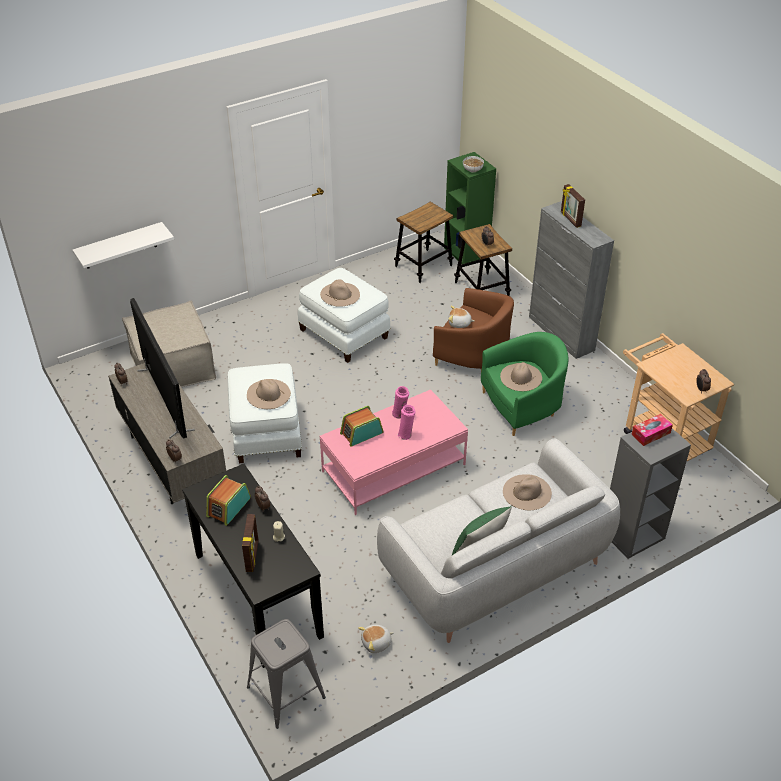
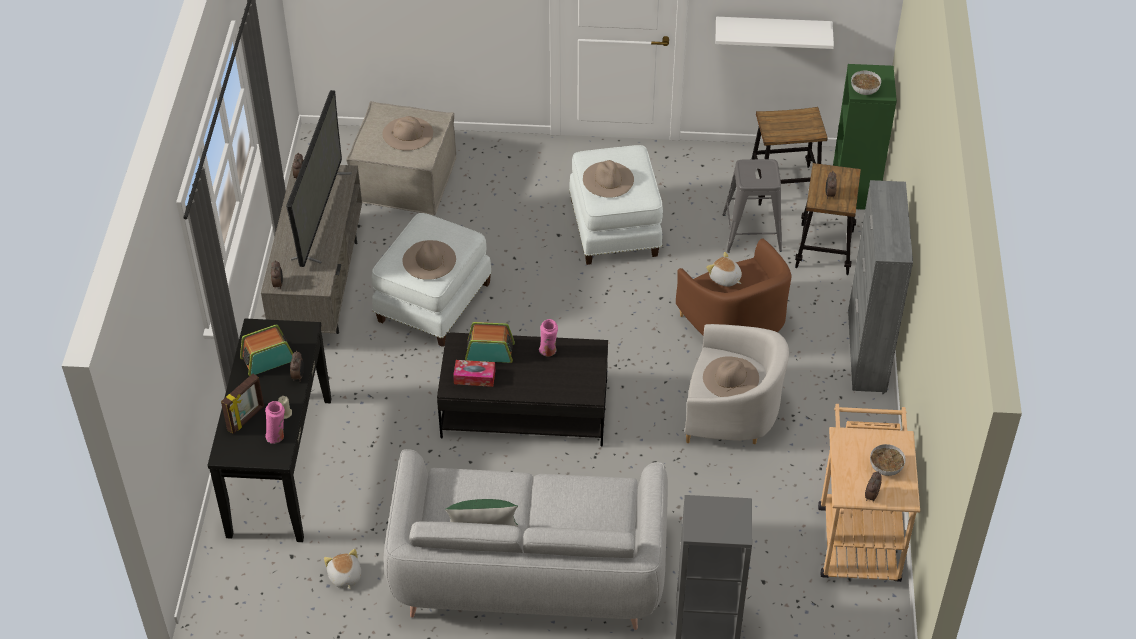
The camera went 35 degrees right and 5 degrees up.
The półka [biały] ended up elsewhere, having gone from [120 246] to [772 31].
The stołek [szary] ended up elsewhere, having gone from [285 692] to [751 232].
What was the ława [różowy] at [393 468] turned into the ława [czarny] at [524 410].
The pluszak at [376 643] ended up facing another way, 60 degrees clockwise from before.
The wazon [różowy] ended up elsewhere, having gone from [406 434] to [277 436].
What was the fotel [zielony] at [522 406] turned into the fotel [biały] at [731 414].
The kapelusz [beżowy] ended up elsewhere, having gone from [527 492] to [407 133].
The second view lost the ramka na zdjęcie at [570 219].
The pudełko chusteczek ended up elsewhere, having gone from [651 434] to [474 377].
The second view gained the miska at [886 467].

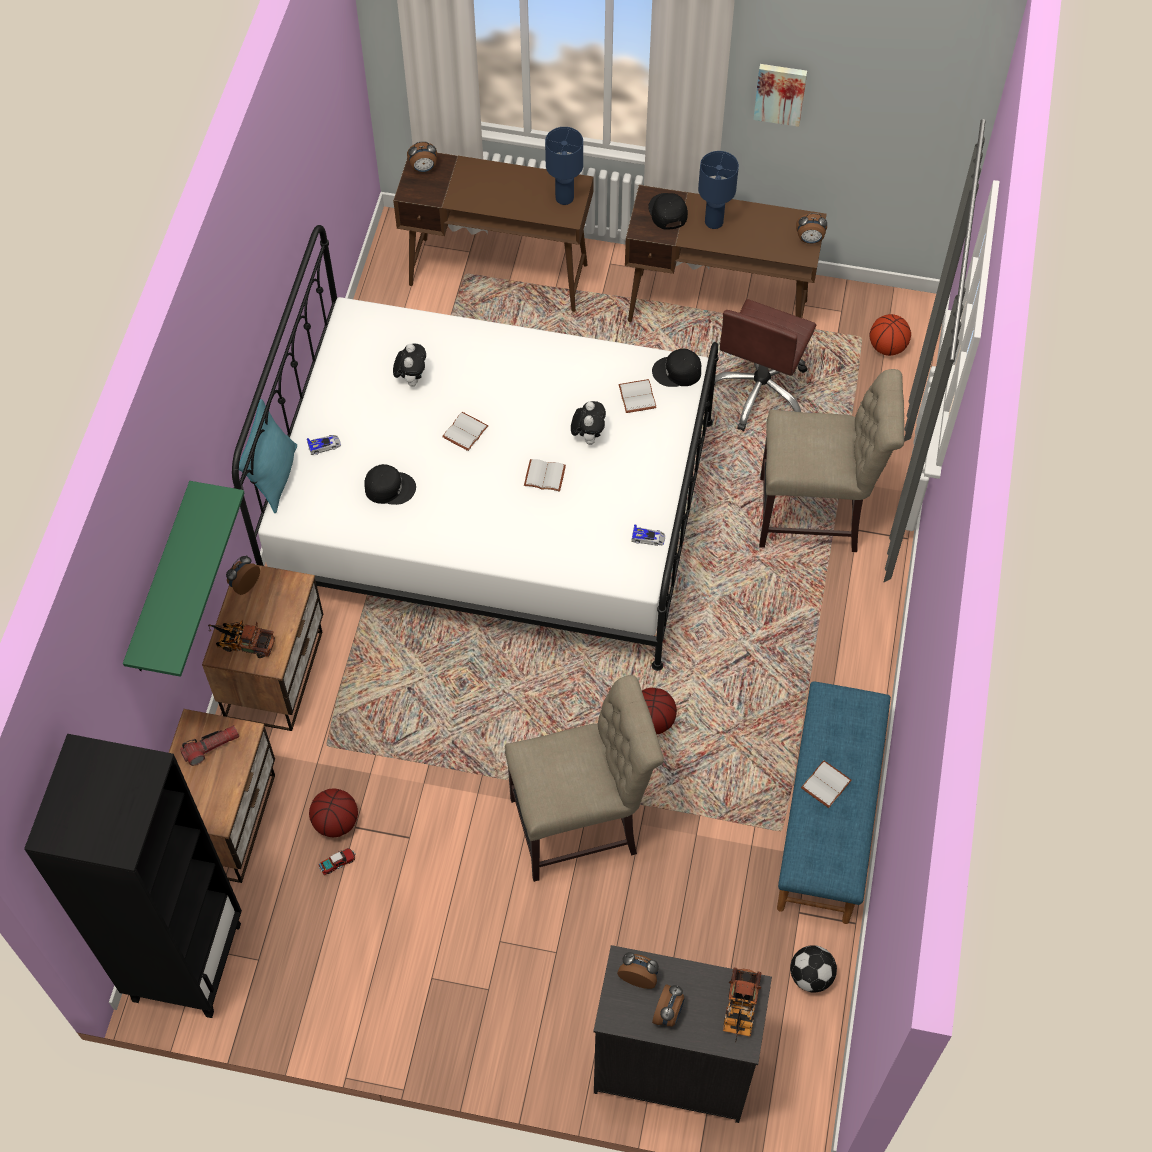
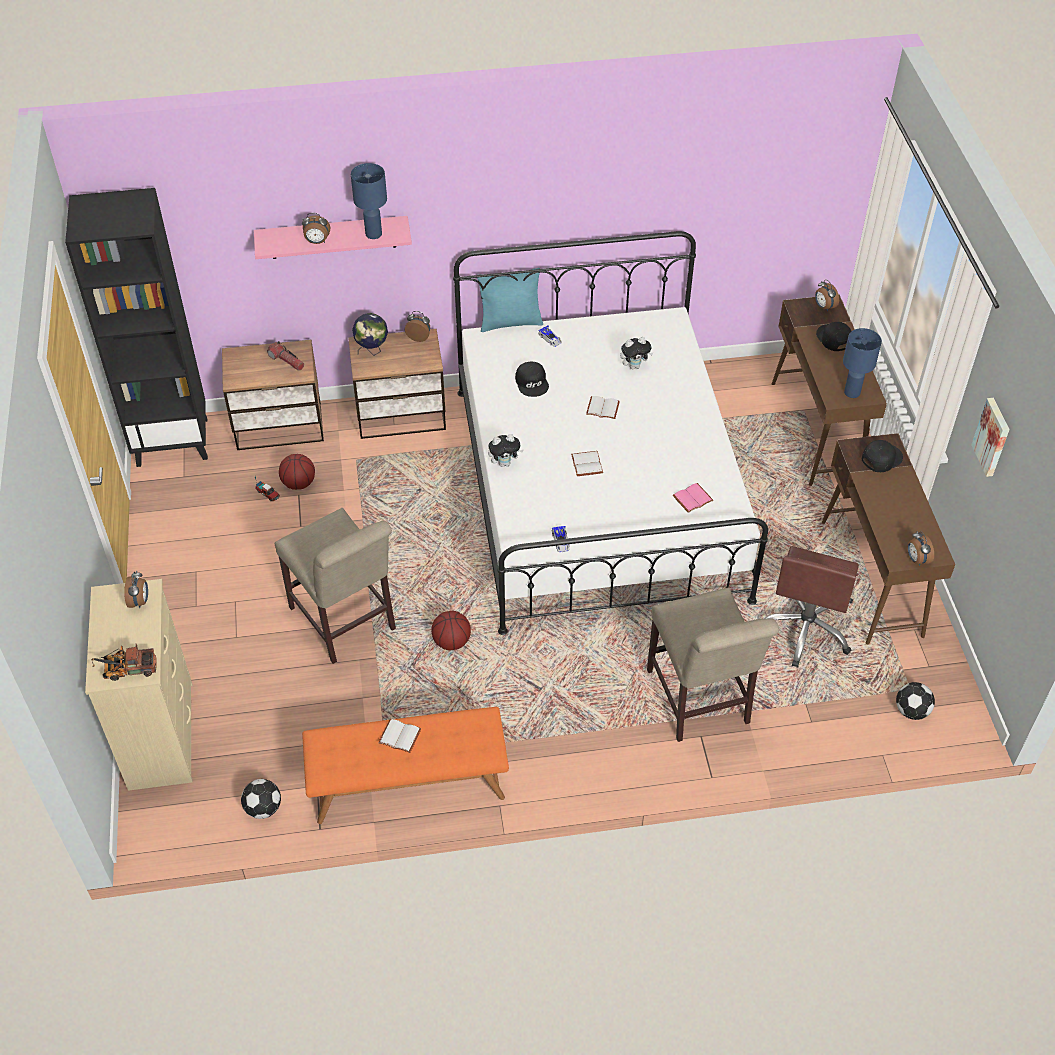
The camera went 70 degrees right and 10 degrees down.
What was the półka [zielony] at [161 582] turned into the półka [różowy] at [332 237].
Where the ciężarówka zabawkowa stood at [242 643], the globus came to stand at [372 351].
The pluszak ended up elsewhere, having gone from [588 436] to [504 463].
What was the komoda [czarny] at [671 1068] turned into the komoda [beżowy] at [162 734].
What was the książka [biały] at [636 396] turned into the książka [różowy] at [692 498].
The czapka z daszkiem [czarny] ended up elsewhere, having gone from [677 372] to [833 338].
The budzik ended up elsewhere, having gone from [668 1013] to [317 242].
The lampa stołowa [niebieski] ended up elsewhere, having gone from [713 221] to [374 233].
The krzesło biurowe [brązowy] at [760 391] ended up facing another way, 75 degrees counterclockwise from before.
What was the ławka [niebieski] at [828 819] turned into the ławka [pomarańczowy] at [408 785].
Where the piłka do koszykówki stood at [887 347], the piłka futbolowa came to stand at [911 711].

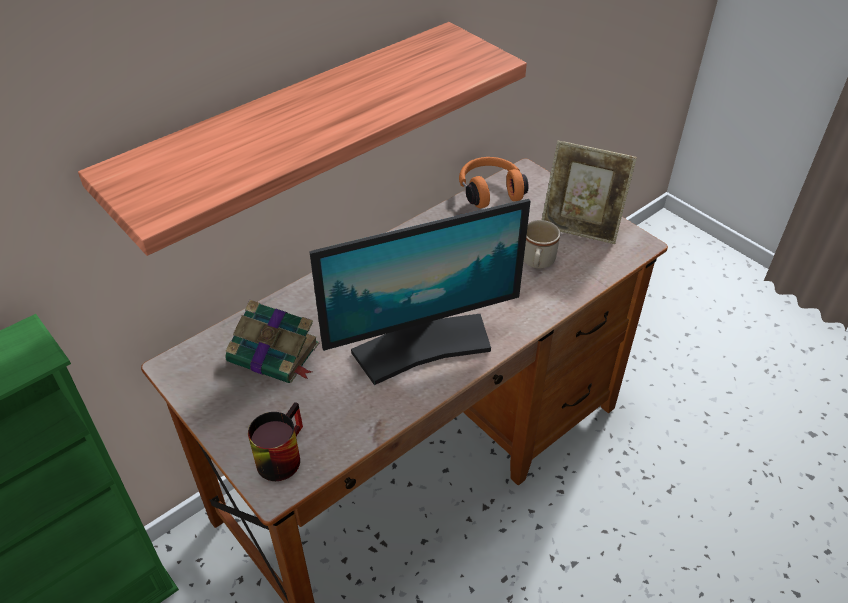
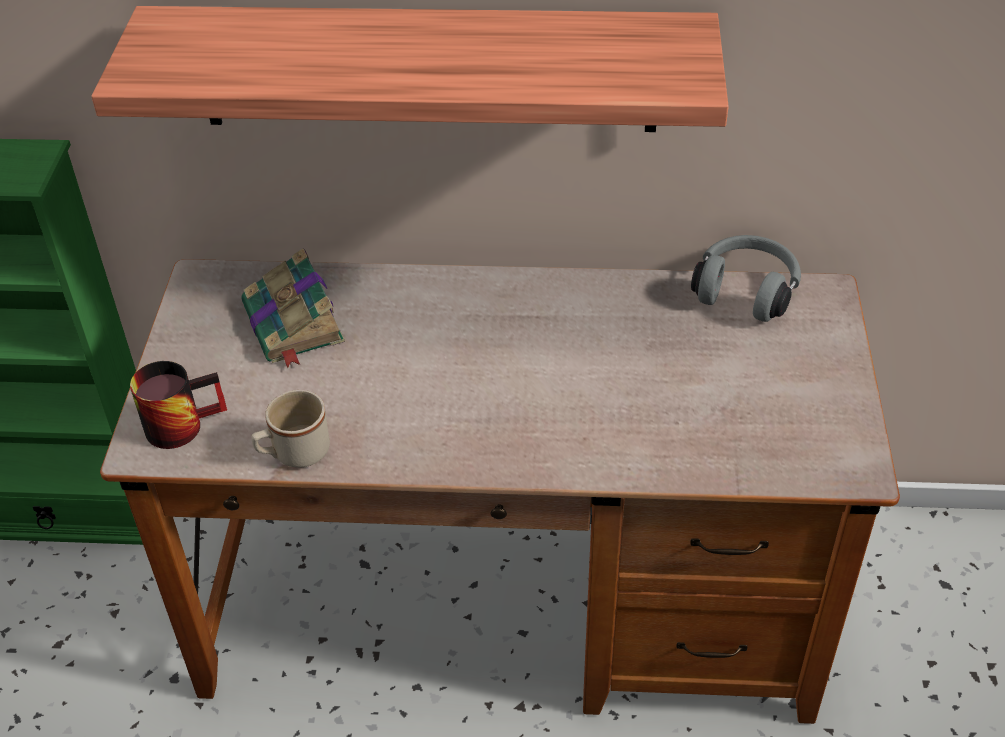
The camera went 45 degrees right and 0 degrees up.
The second view lost the monitor at [422 345].
What was the słuchawki [pomarańczowy] at [490 191] turned into the słuchawki [szary] at [746 290].
The kubek [beżowy] ended up elsewhere, having gone from [537 262] to [293 453].
The second view lost the ramka na zdjęcie at [580 227].

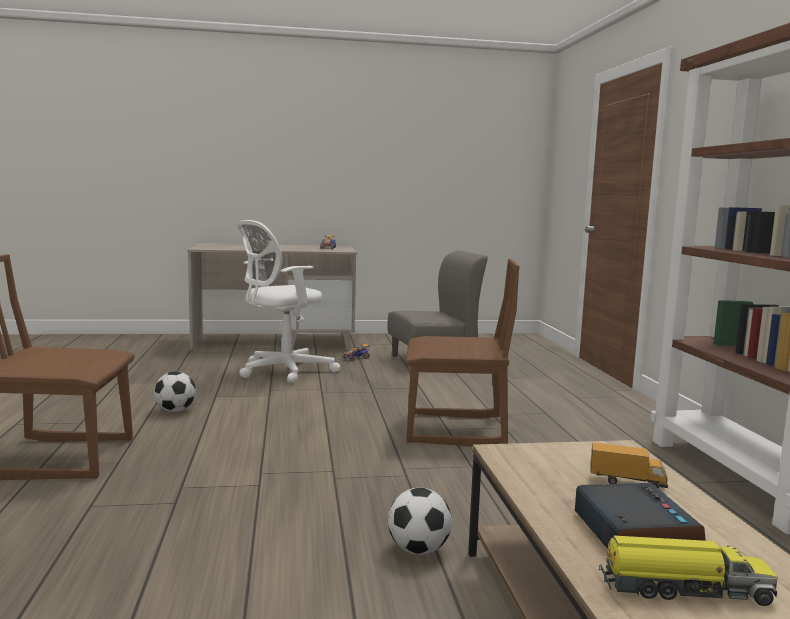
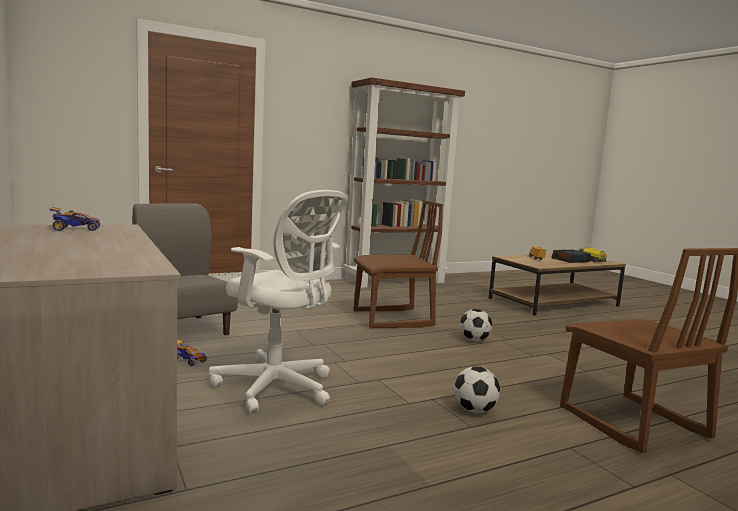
The camera went 110 degrees left and 0 degrees up.
The piłka futbolowa ended up elsewhere, having gone from [418 550] to [474 340].
The krzesło [brązowy] at [455 430] ended up facing another way, 90 degrees clockwise from before.

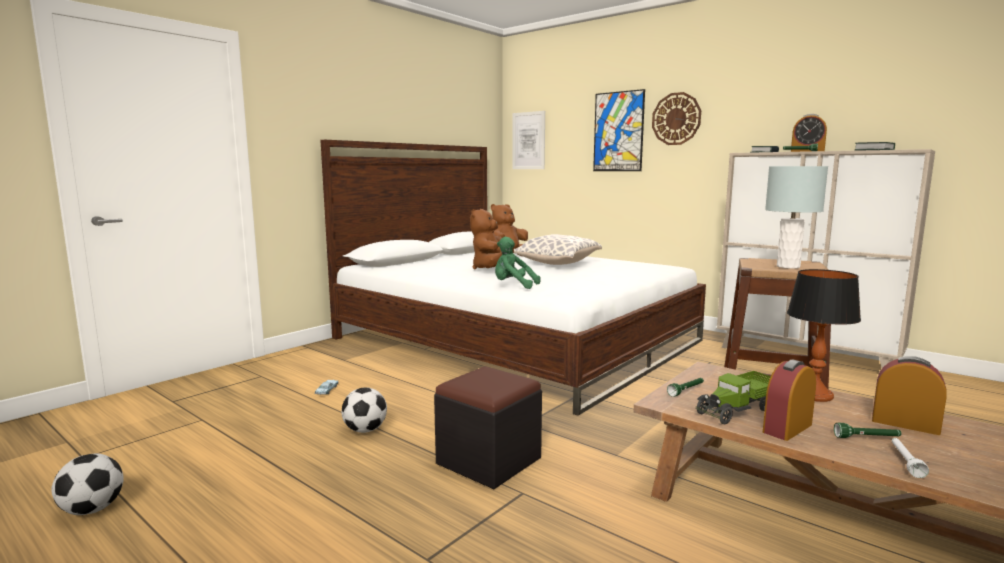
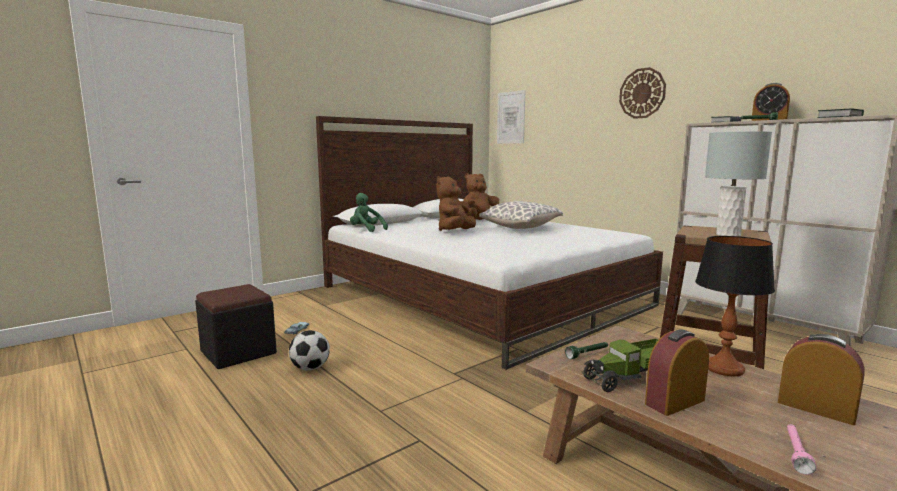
The camera went 10 degrees right and 0 degrees up.
The second view lost the piłka futbolowa at [92 510].
The pufa [czarny] ended up elsewhere, having gone from [488 461] to [238 352].
The pluszak [zielony] ended up elsewhere, having gone from [513 286] to [366 230].
The second view lost the obraz at [618 131].
The second view lost the latarka [zielony] at [867 438].
What was the latarka [biały] at [905 462] turned into the latarka [różowy] at [796 453].

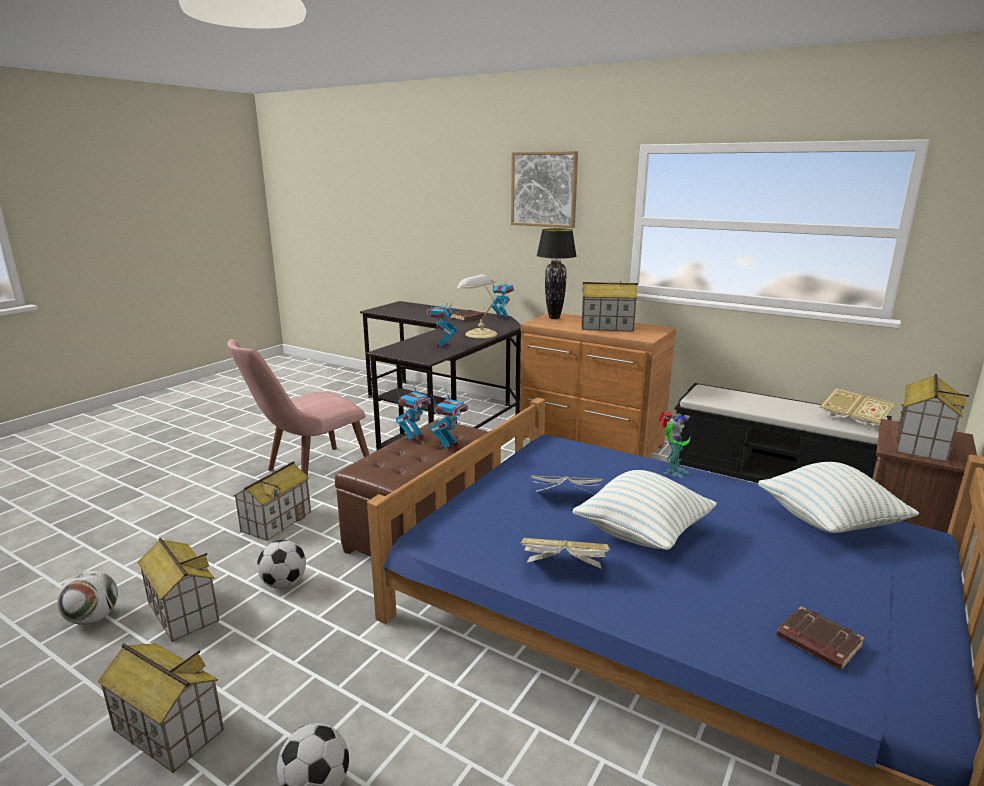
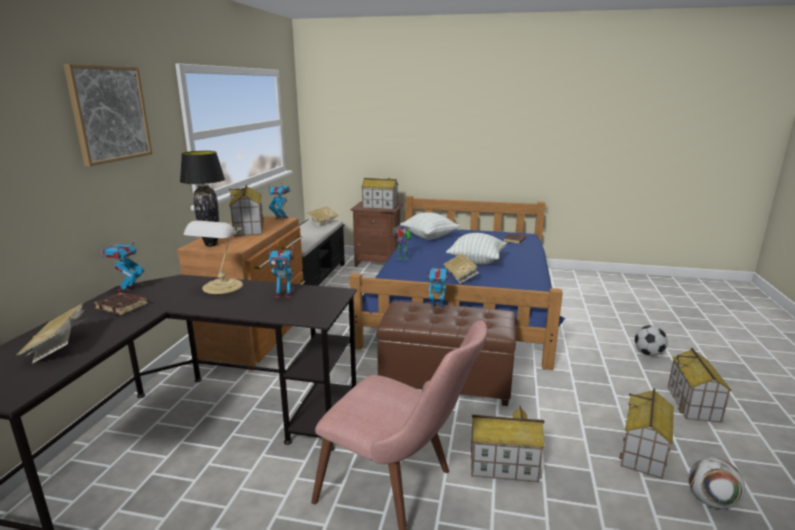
The camera went 110 degrees left and 0 degrees up.
The second view lost the piłka futbolowa at [284 584].
The robot zabawkowy ended up elsewhere, having gone from [415 439] to [281 218].
The książka ended up elsewhere, having gone from [564 568] to [59 347].

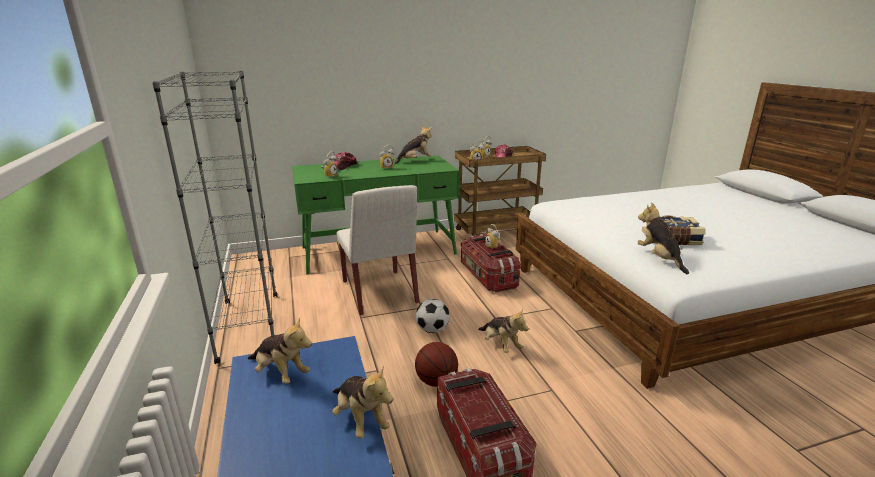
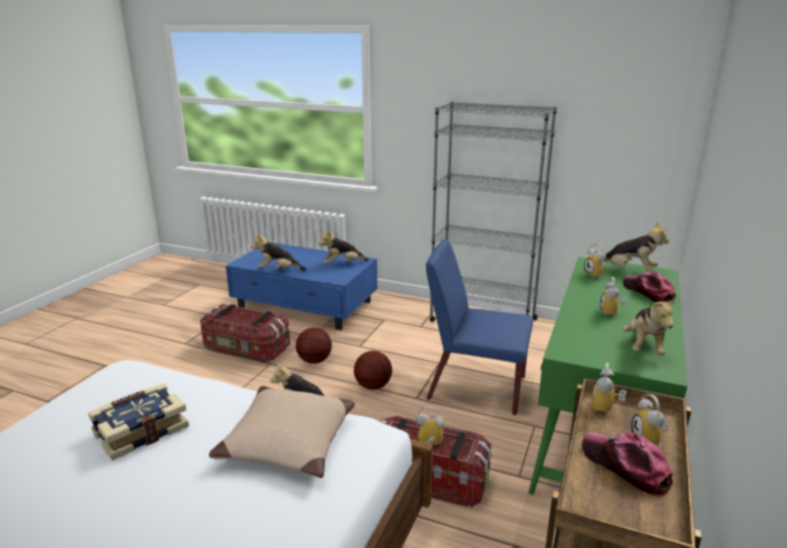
The camera went 130 degrees right and 0 degrees up.
What was the krzesło [biały] at [380 292] turned into the krzesło [niebieski] at [475 387].
Where the piłka futbolowa stood at [432 330], the piłka do koszykówki came to stand at [373 386].
The pluszak ended up elsewhere, having gone from [659 258] to [628 271].
The second view gained the poduszka [beżowy] at [289 442].

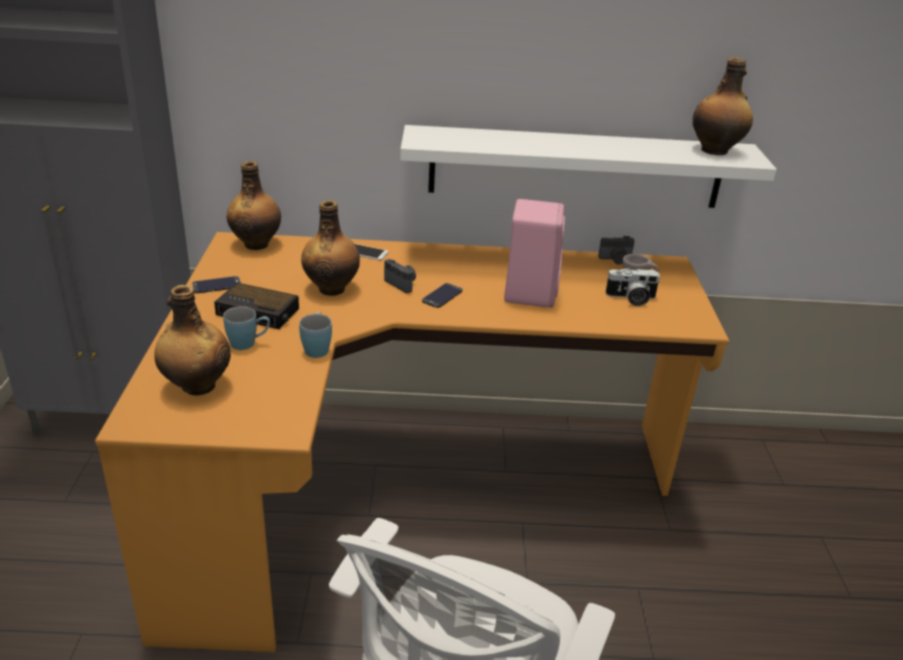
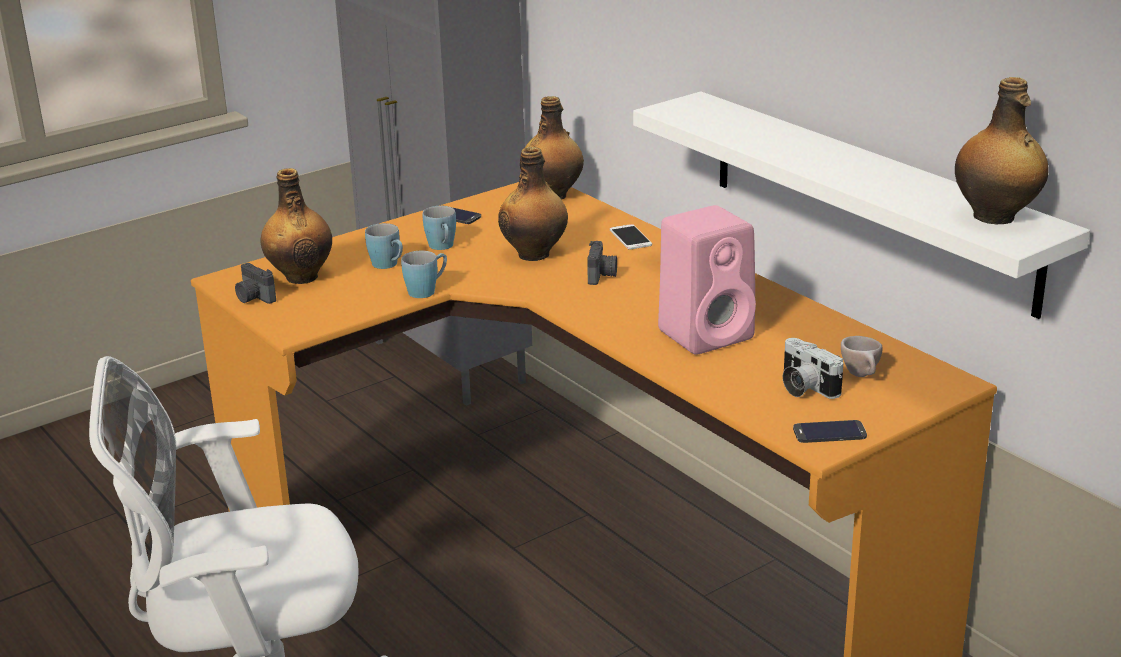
The camera went 55 degrees right and 5 degrees down.
Where the budzik stood at [259 312], the kubek [niebieski] came to stand at [443 247].
The telefon ended up elsewhere, having gone from [442 296] to [829 432].
The aparat fotograficzny ended up elsewhere, having gone from [616 259] to [254 298].

